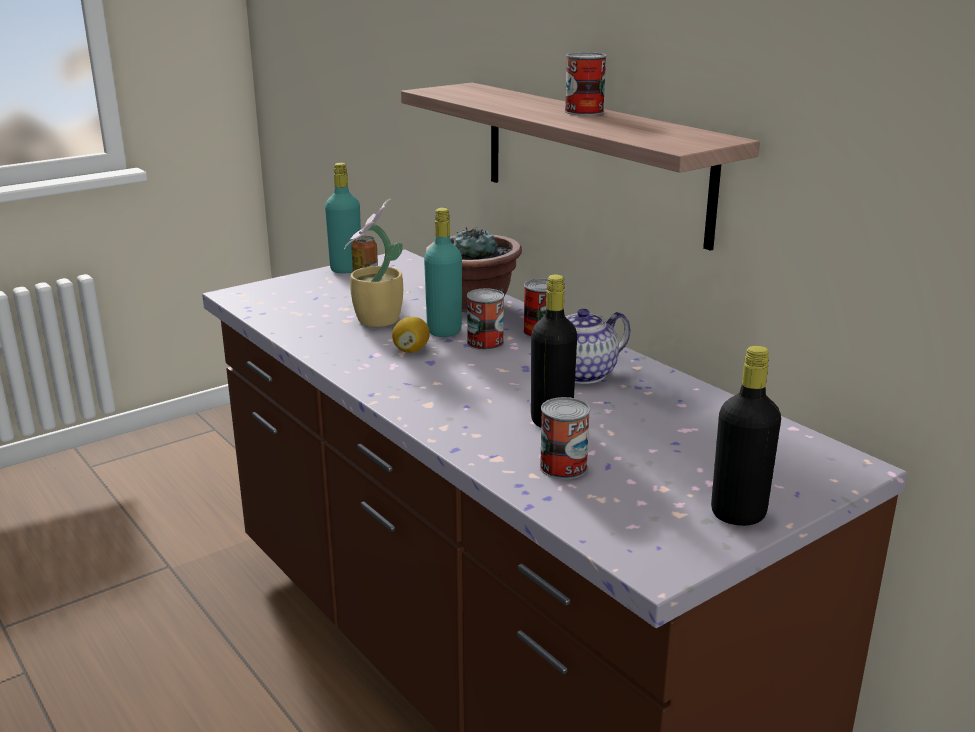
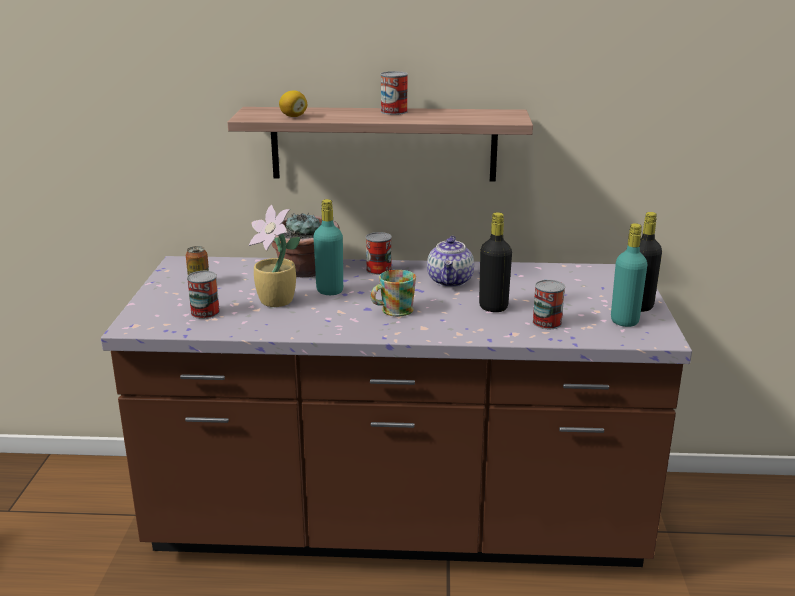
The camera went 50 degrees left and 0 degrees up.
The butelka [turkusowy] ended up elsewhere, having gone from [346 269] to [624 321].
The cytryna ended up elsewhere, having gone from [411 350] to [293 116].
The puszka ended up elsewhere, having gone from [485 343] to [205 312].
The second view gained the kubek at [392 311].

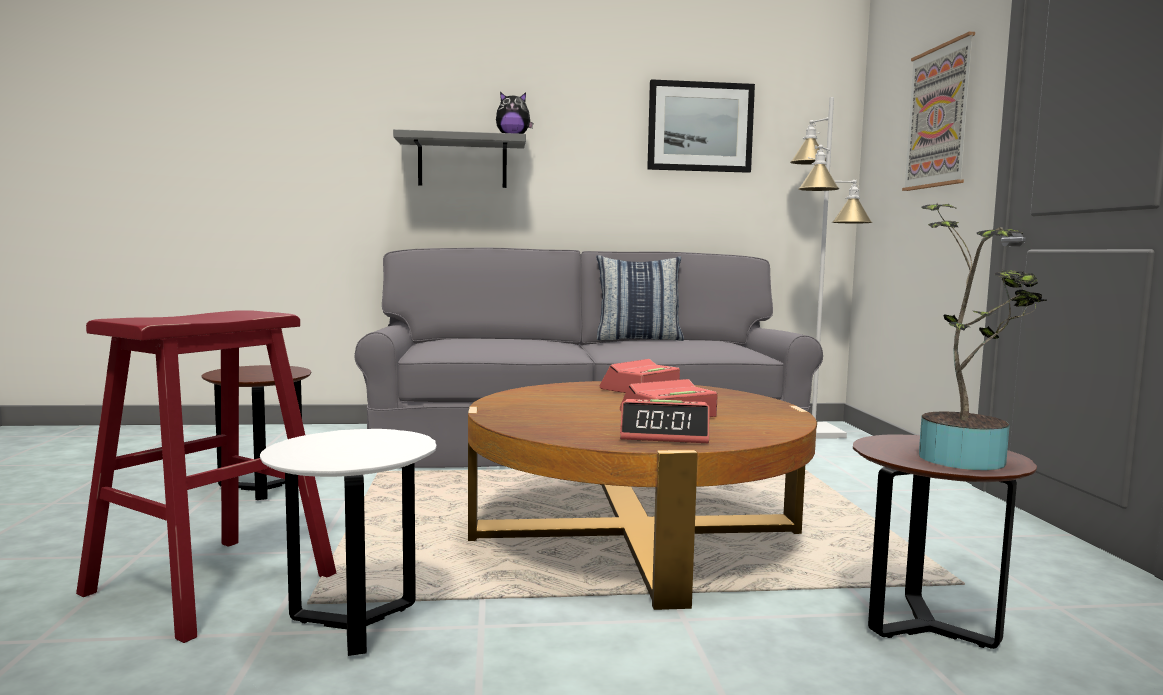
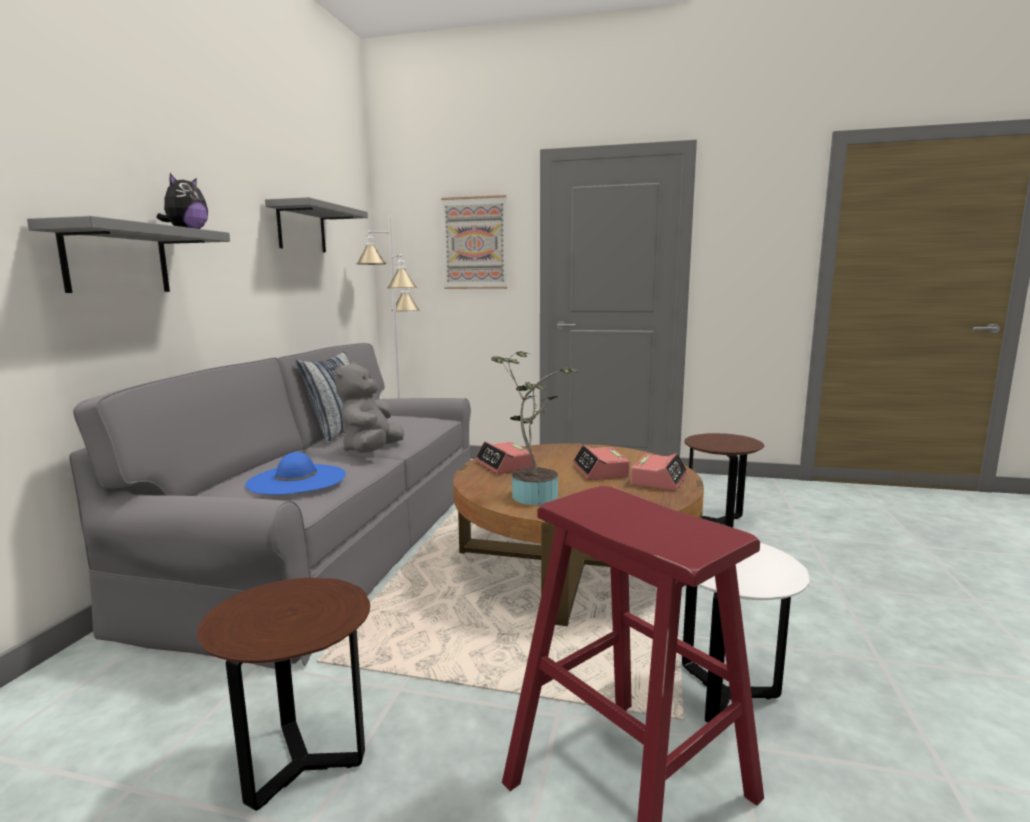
The camera went 70 degrees left and 5 degrees up.
Where the obraz hung at [700 127], the półka [szary] came to hang at [301 228].
The roślina doniczkowa ended up elsewhere, having gone from [968 458] to [533 494].
The second view gained the kapelusz [niebieski] at [297 479].
The second view gained the pluszak [szary] at [371 451].

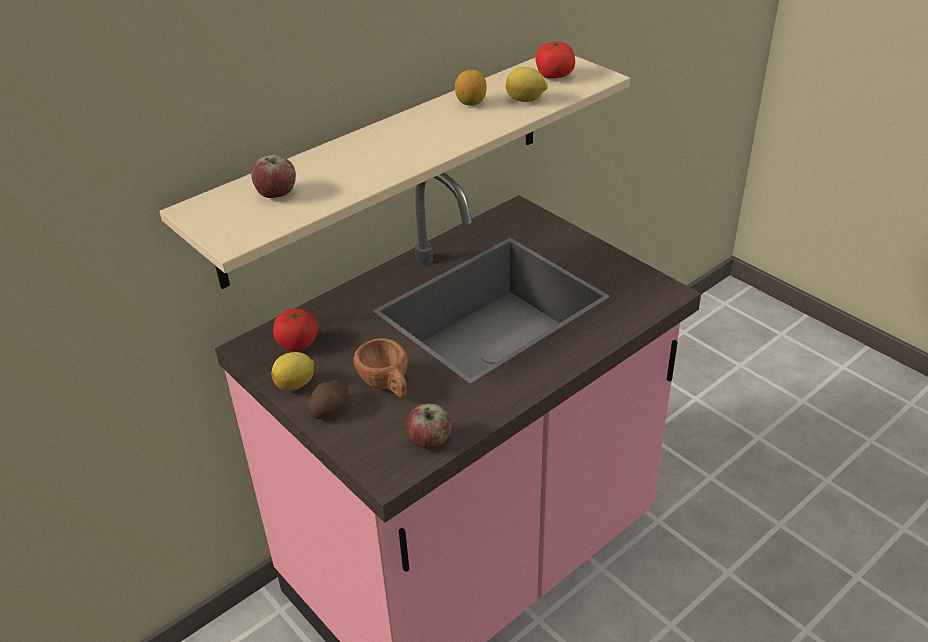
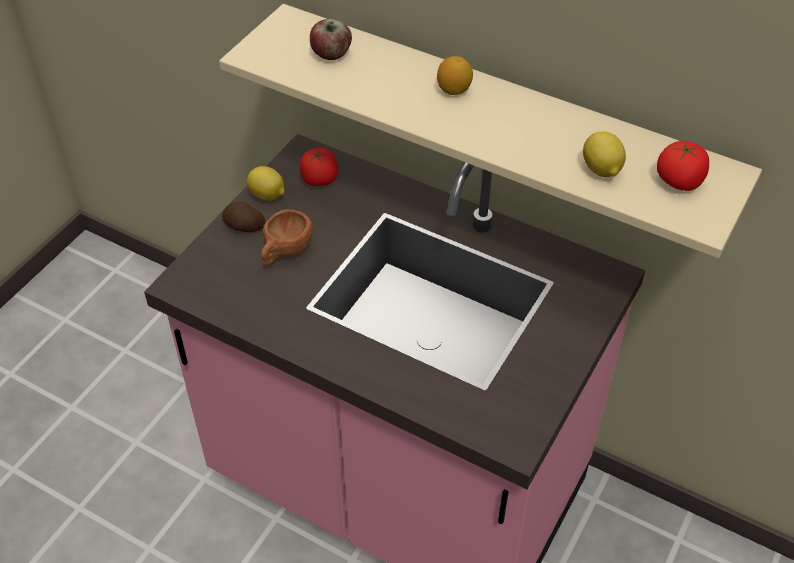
The camera went 70 degrees right and 10 degrees up.
The second view lost the jabłko at [429 441].
The cytryna ended up elsewhere, having gone from [471 103] to [454 90].

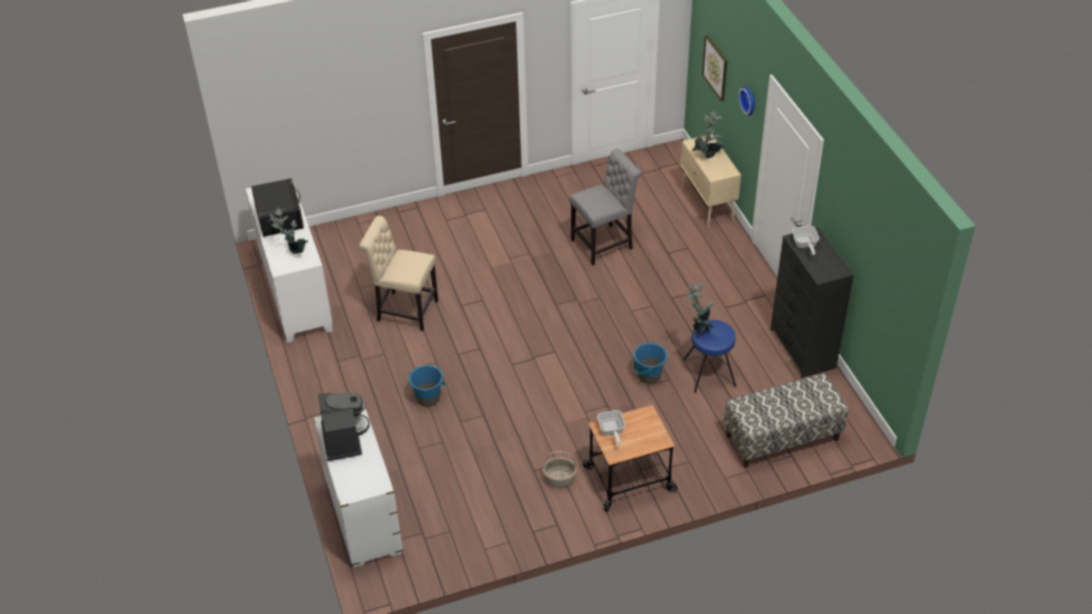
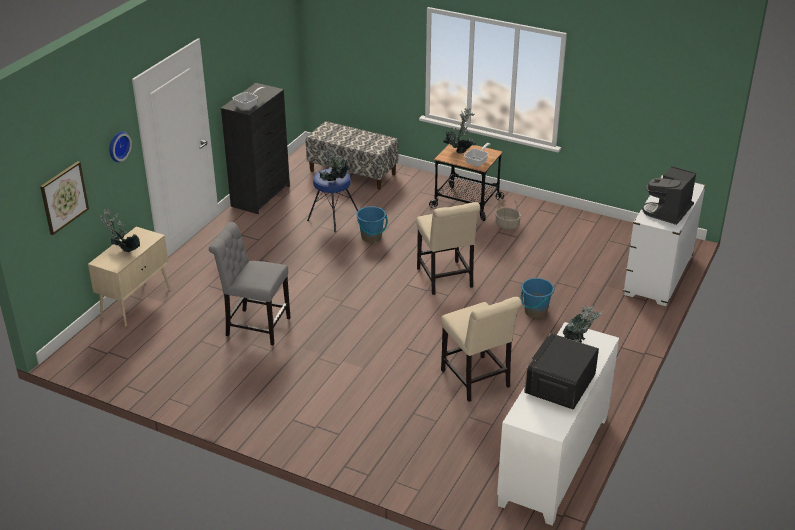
The camera went 135 degrees left and 10 degrees down.
The second view gained the krzesło [beżowy] at [445 280].
The second view gained the roślina doniczkowa at [460 150].

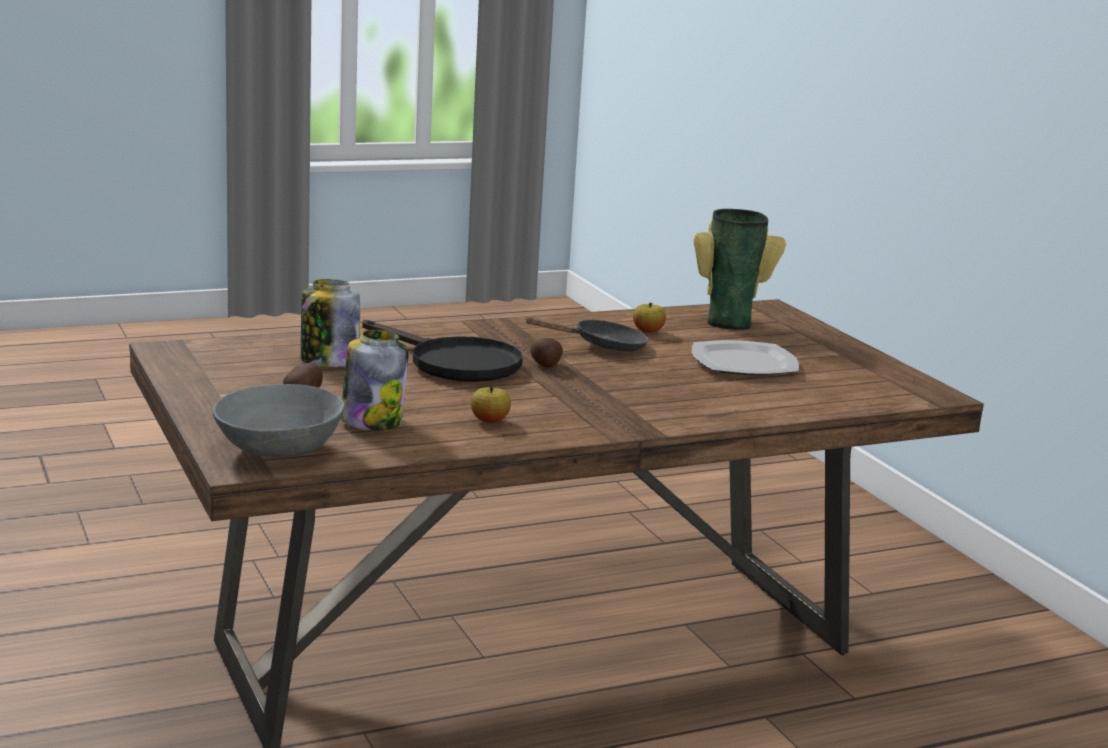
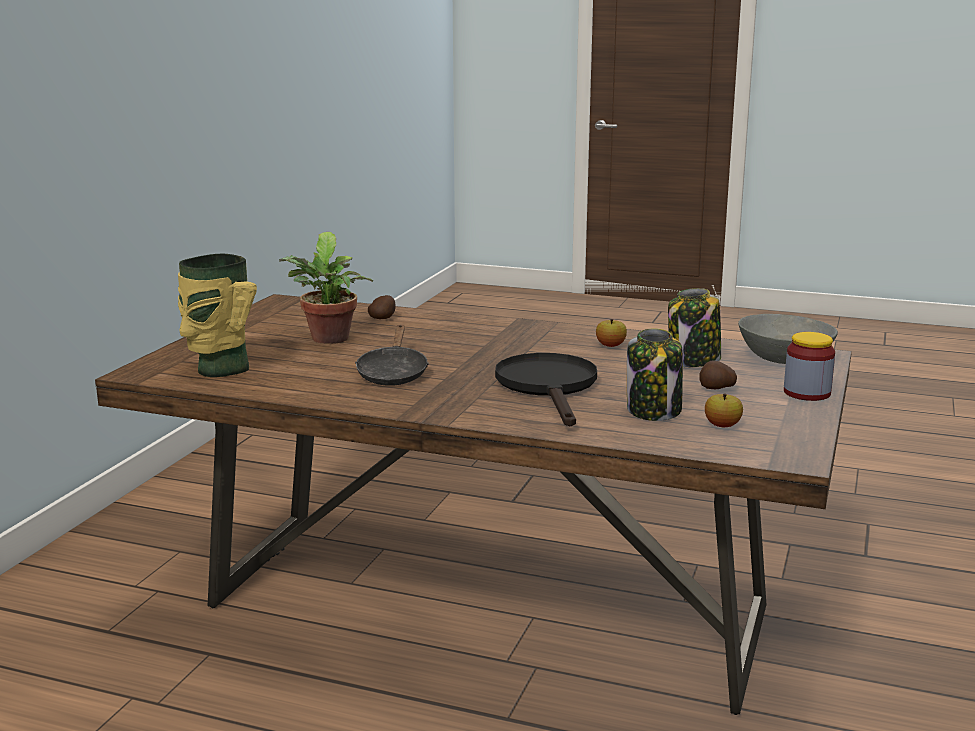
The camera went 135 degrees left and 0 degrees up.
The patelnia [czarny] at [602 346] ended up facing another way, 120 degrees counterclockwise from before.
The ziemniak ended up elsewhere, having gone from [546 365] to [383 319].
The jabłko ended up elsewhere, having gone from [648 331] to [722 425].
Where the talerz stood at [744 363], the roślina doniczkowa came to stand at [329 340].
The second view gained the słoik at [807 393].

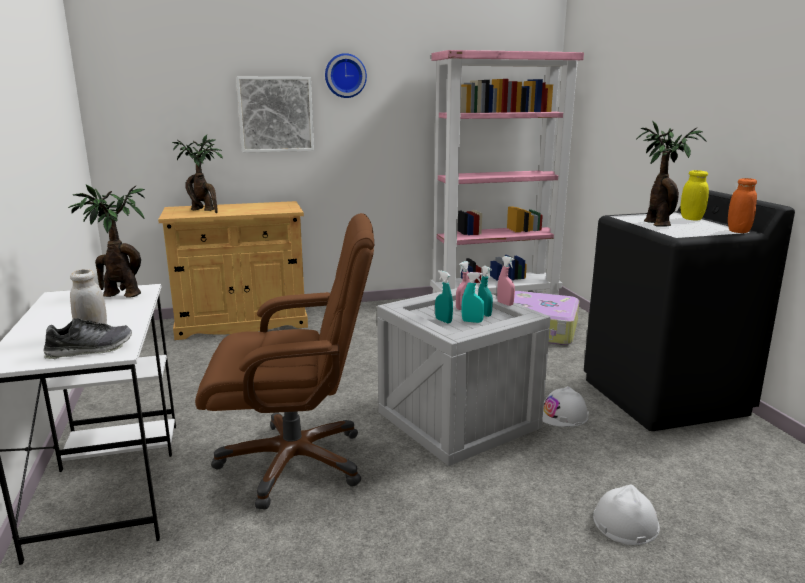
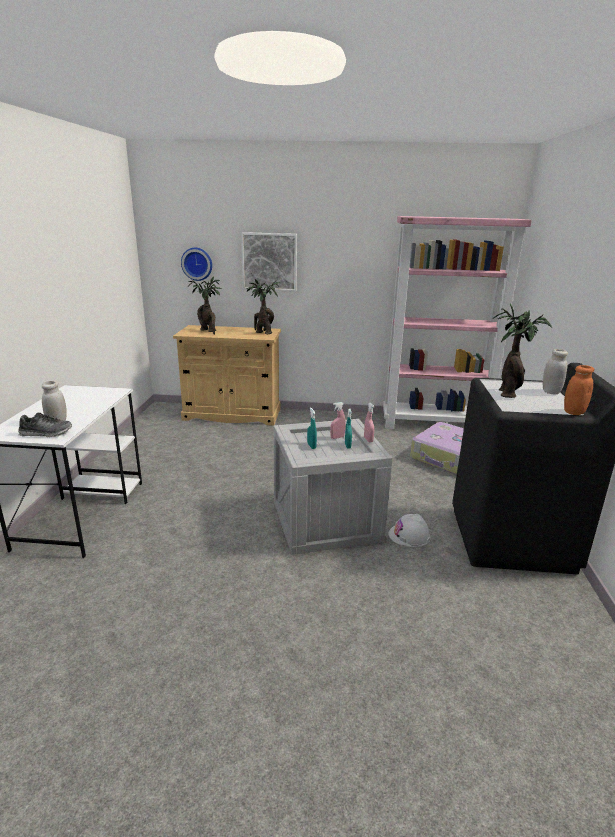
The camera went 20 degrees right and 5 degrees up.
The roślina doniczkowa ended up elsewhere, having gone from [119 295] to [262 333].
The second view lost the krzesło biurowe [brązowy] at [295 462].
The zegar ścienny ended up elsewhere, having gone from [345 76] to [197 264].
The second view lost the spryskiwacz [turkusowy] at [472 321].
The second view lost the kask [biały] at [625 522].
What was the słoik [żółty] at [691 219] turned into the słoik [biały] at [550 392].

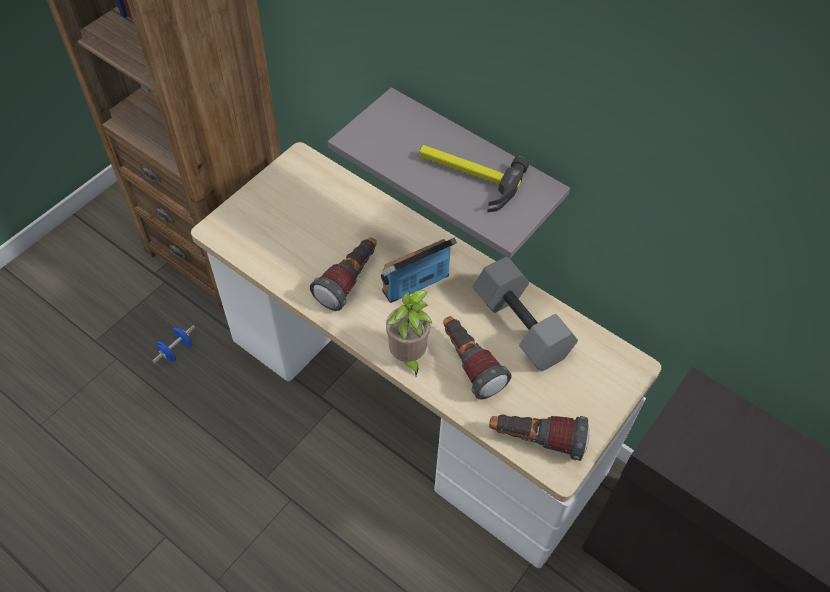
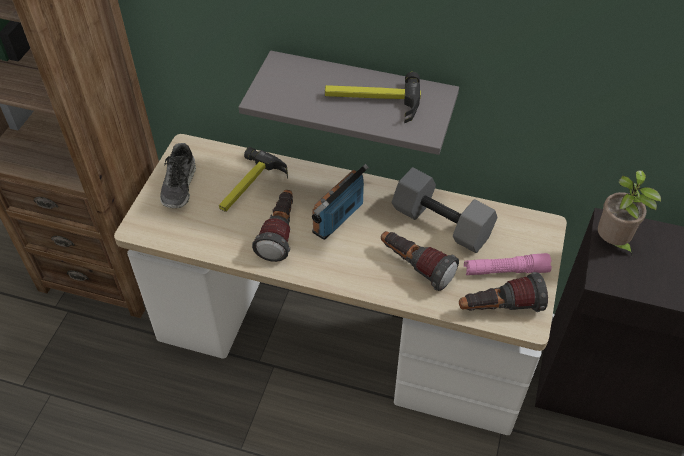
The camera went 20 degrees left and 5 degrees down.
The second view lost the hantel [niebieski] at [177 350].
The roślina doniczkowa ended up elsewhere, having gone from [408 357] to [613 243].
The second view gained the but at [180 185].
The second view gained the młotek at [250 187].
The second view gained the latarka [różowy] at [505 271].

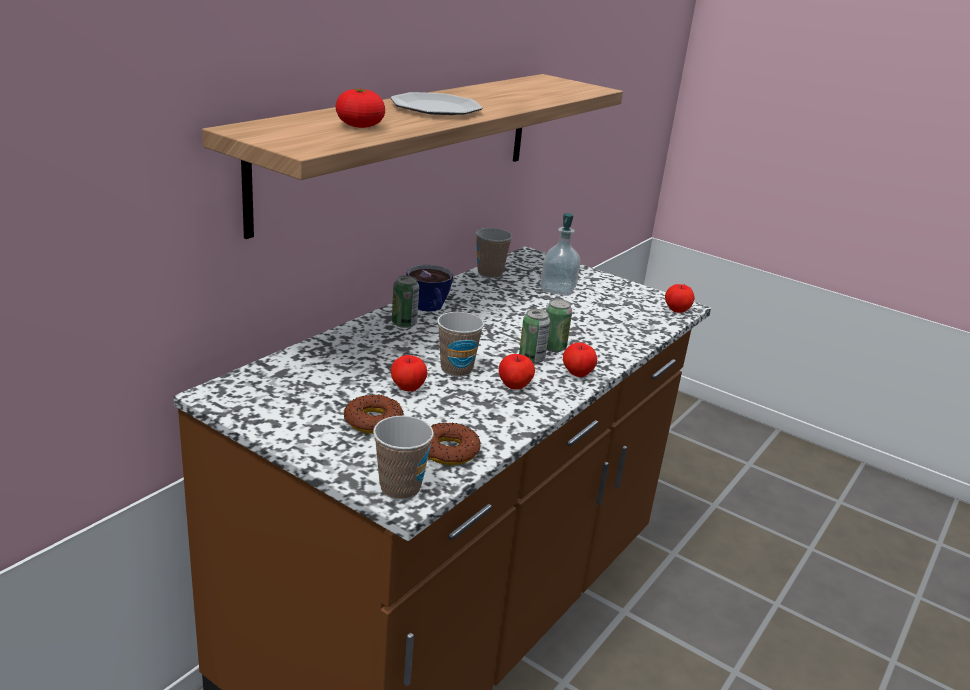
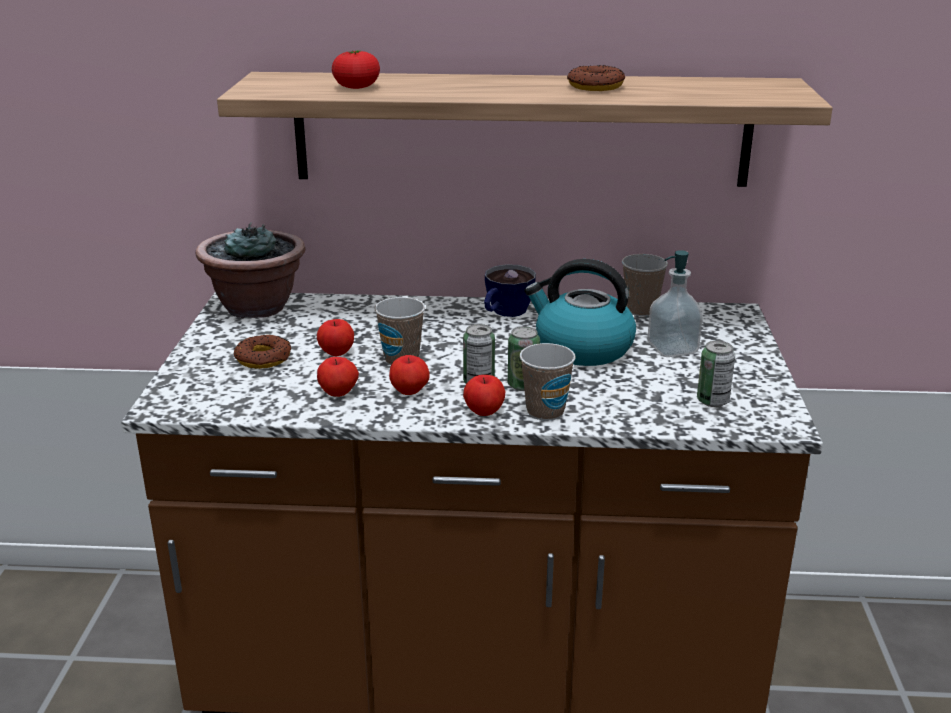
The camera went 60 degrees right and 0 degrees up.
The filiżanka ended up elsewhere, having gone from [400 488] to [545 411].
The second view lost the talerz at [435 108].
The puszka ended up elsewhere, having gone from [404 323] to [712 401].
The donut ended up elsewhere, having gone from [448 451] to [595 86].
The jabłko ended up elsewhere, having gone from [677 310] to [338 392].
The second view gained the roślina doniczkowa at [256 307].
The second view gained the czajnik at [582 348].

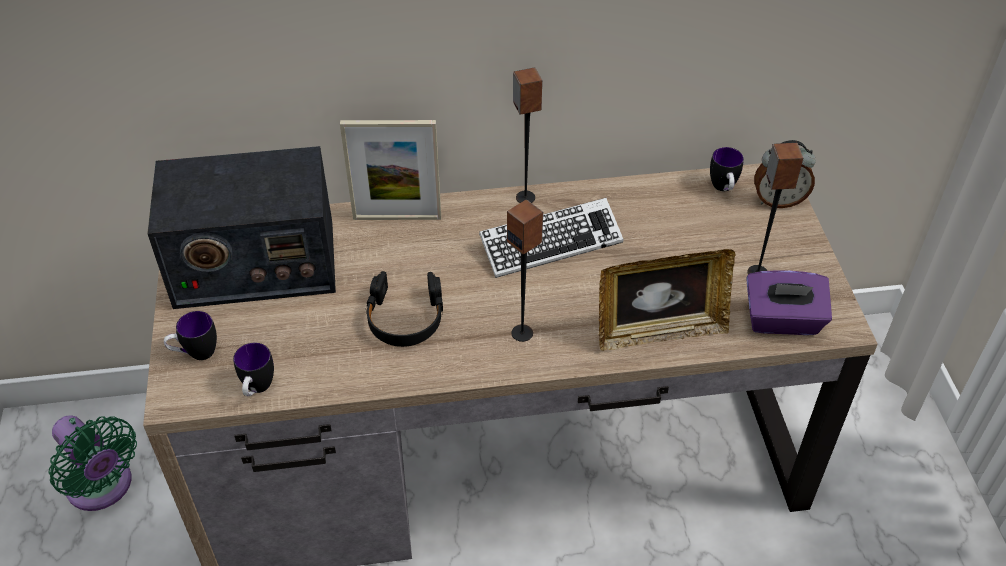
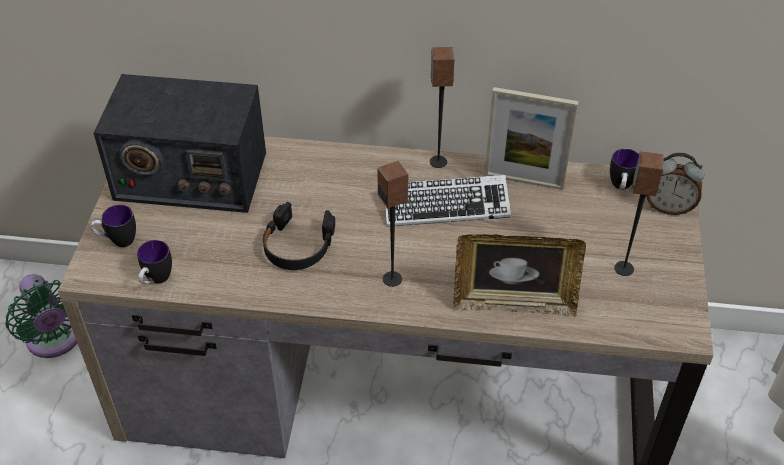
The camera went 15 degrees right and 0 degrees up.
The ramka na zdjęcie ended up elsewhere, having gone from [397 217] to [523 181].
The second view lost the pudełko chusteczek [fioletowy] at [782 321].

